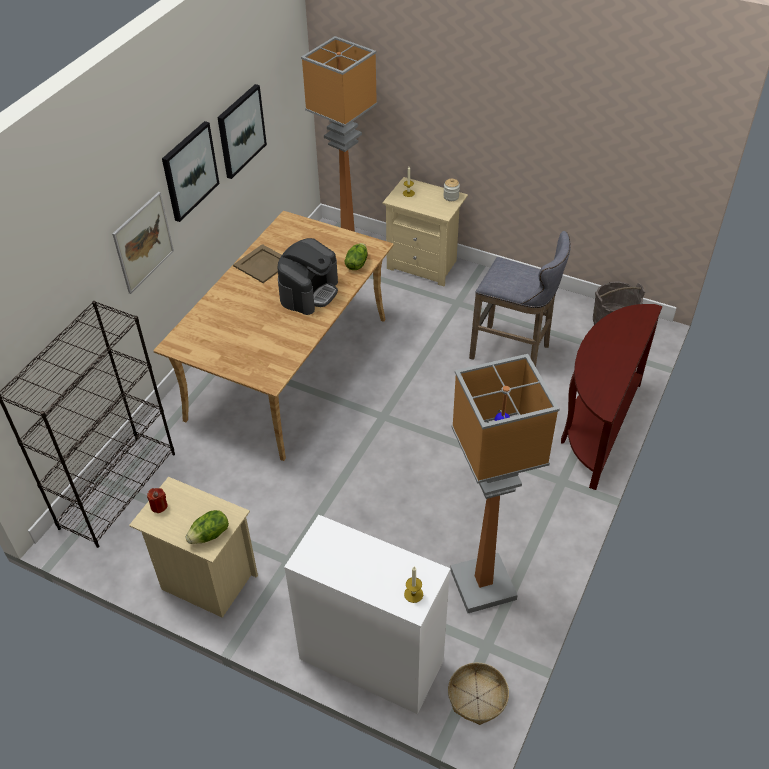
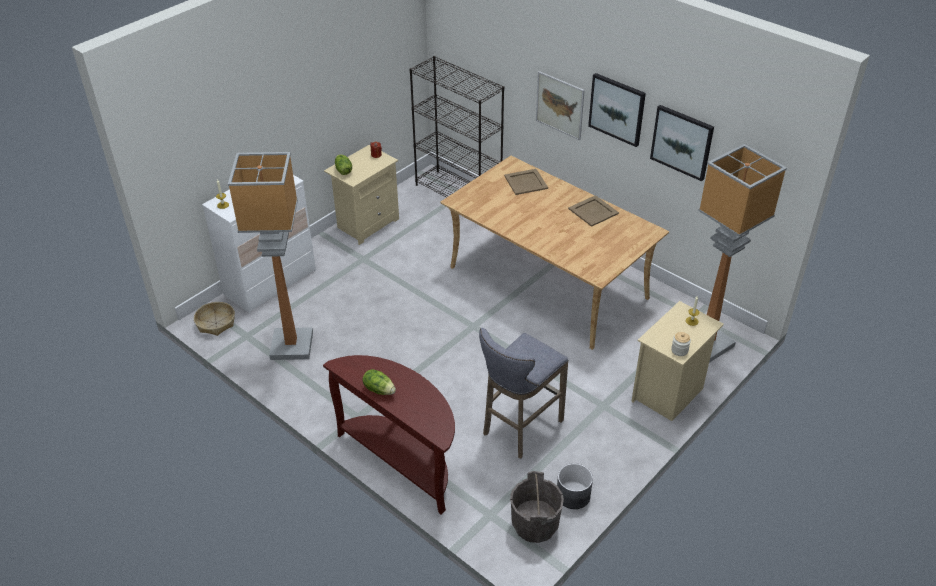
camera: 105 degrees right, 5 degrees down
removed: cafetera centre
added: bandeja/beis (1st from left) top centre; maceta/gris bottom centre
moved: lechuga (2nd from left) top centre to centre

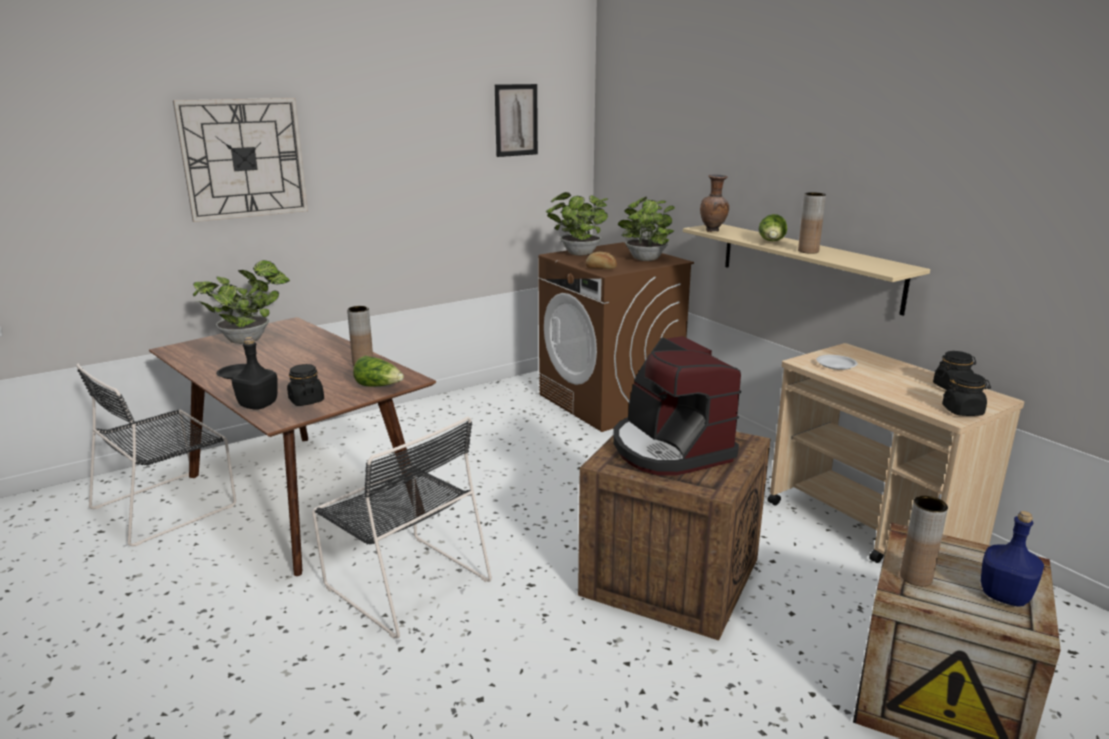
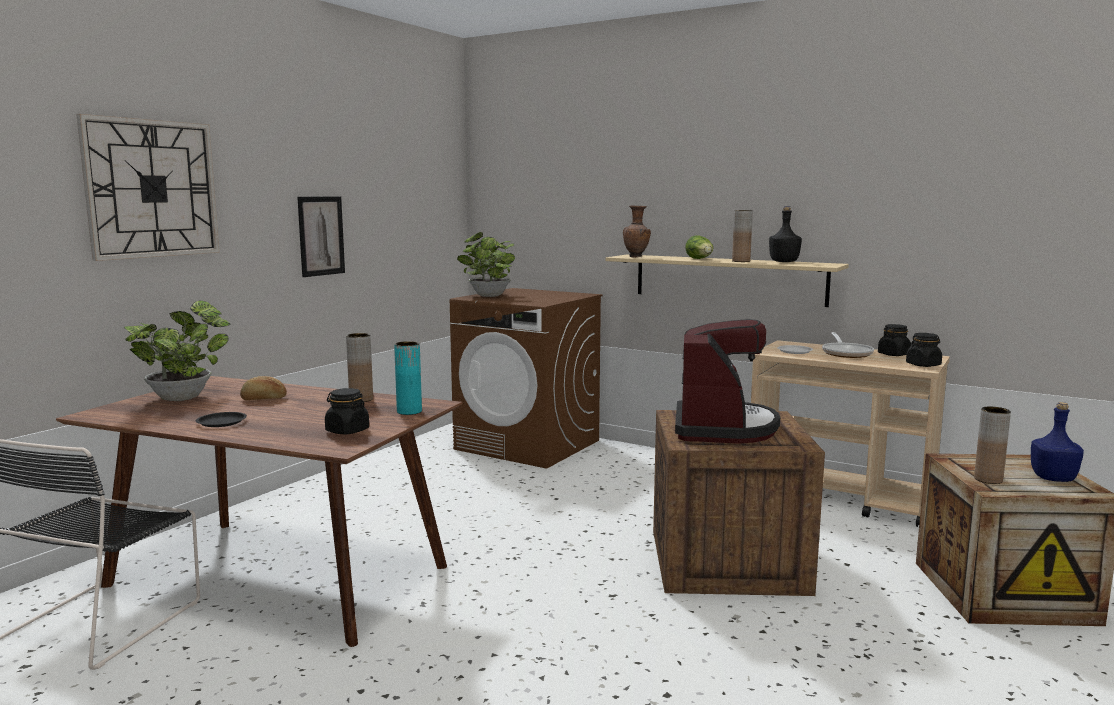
camera: 25 degrees left, 10 degrees down
removed: silla/negro (2nd from left) bottom centre; planta en maceta (3rd from left) top centre
added: sartén middle right
moved: pan centre to middle left; cuadro top centre to middle left; botella/negro middle left to top right
replaced: lechuga (1st from left) centre to florero/turquesa centre
turned: cafetera centre = centre 120 degrees counterclockwise

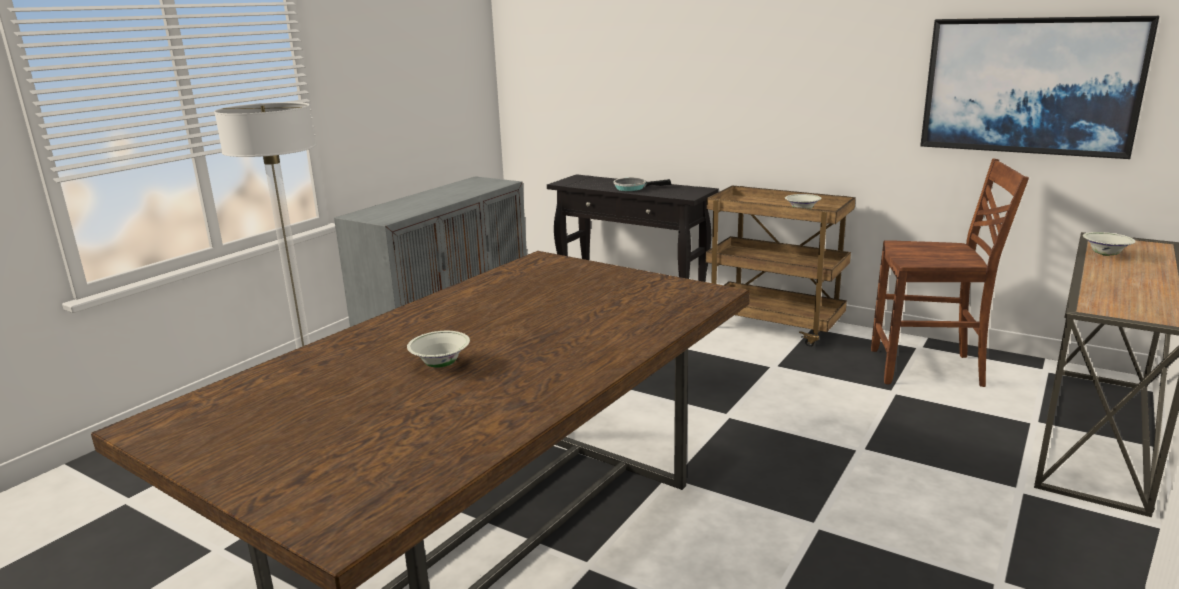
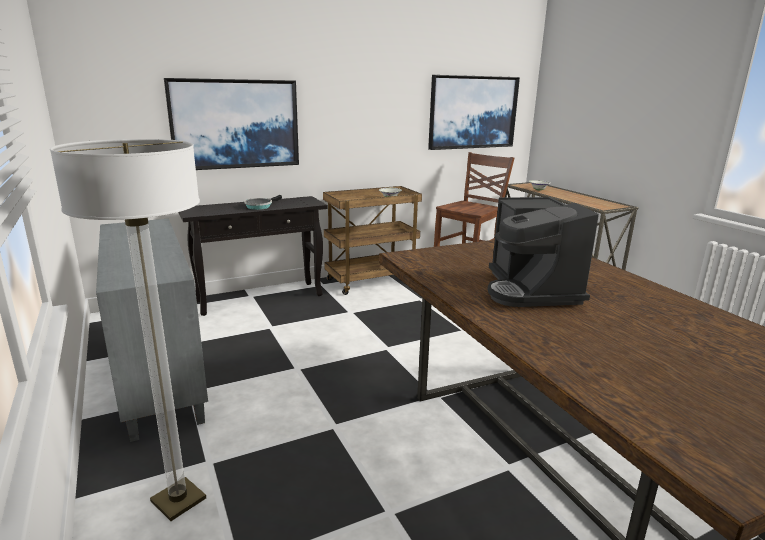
camera: 60 degrees left, 0 degrees up
removed: cuenco/blanco (1st from left) centre
added: cuadro (1st from left) top left; cafetera middle right

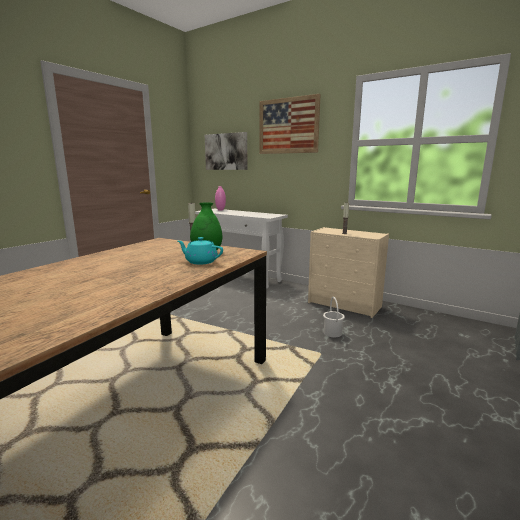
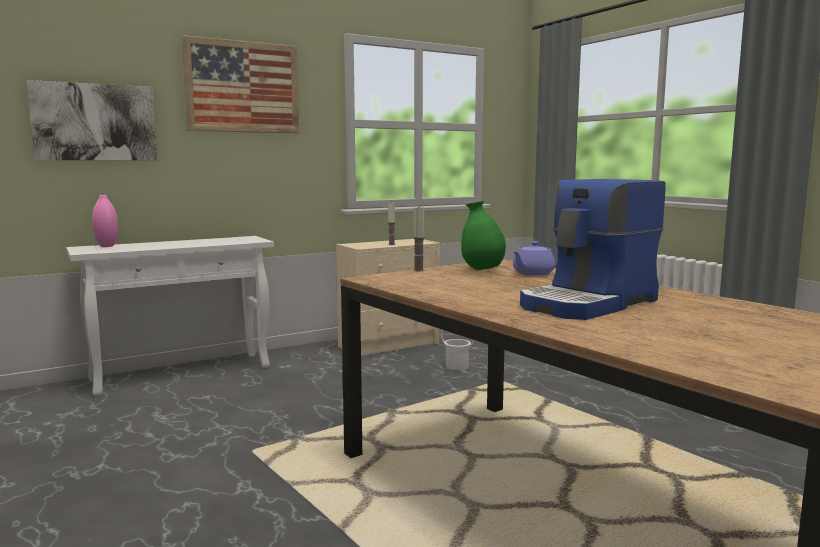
camera: 65 degrees left, 5 degrees down
added: cafetera middle right
recoloured: tetera/turquesa centre to tetera/morado centre

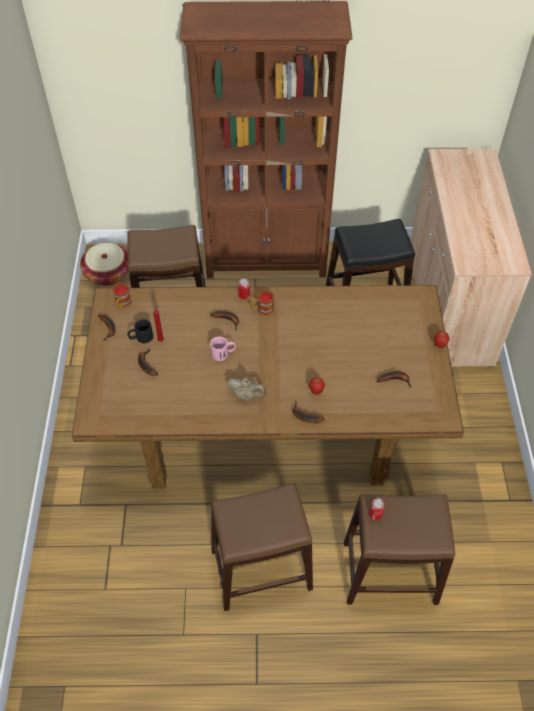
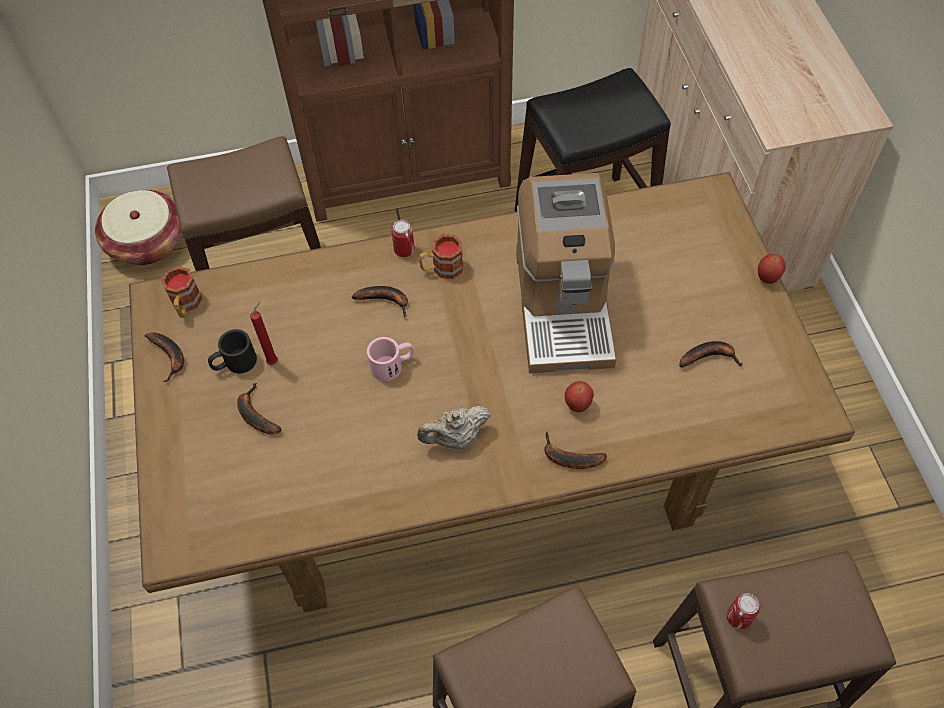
camera: 10 degrees left, 5 degrees up
added: cafetera centre
turned: tetera/beis centre = centre 150 degrees clockwise

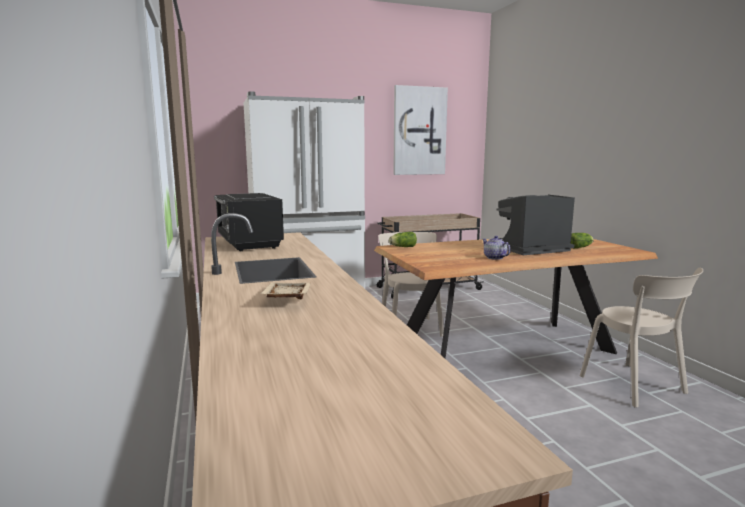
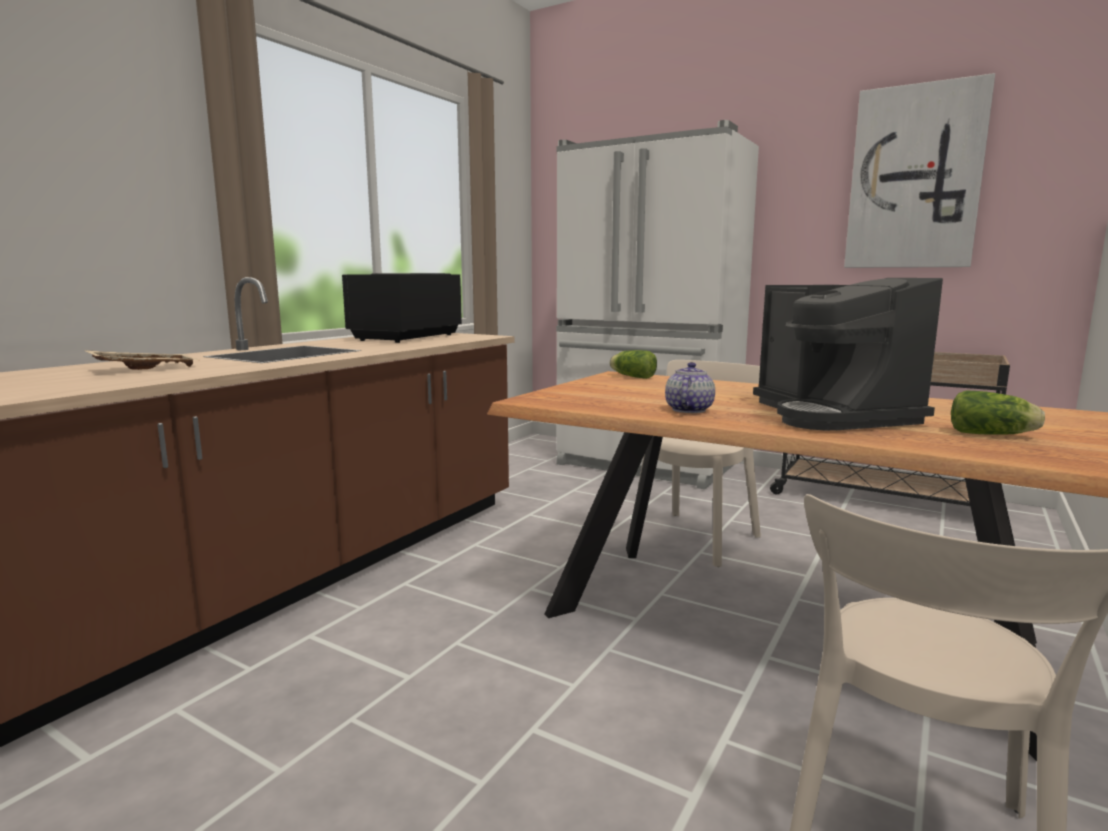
camera: 50 degrees right, 0 degrees up
turned: cafetera middle right = middle right 135 degrees counterclockwise

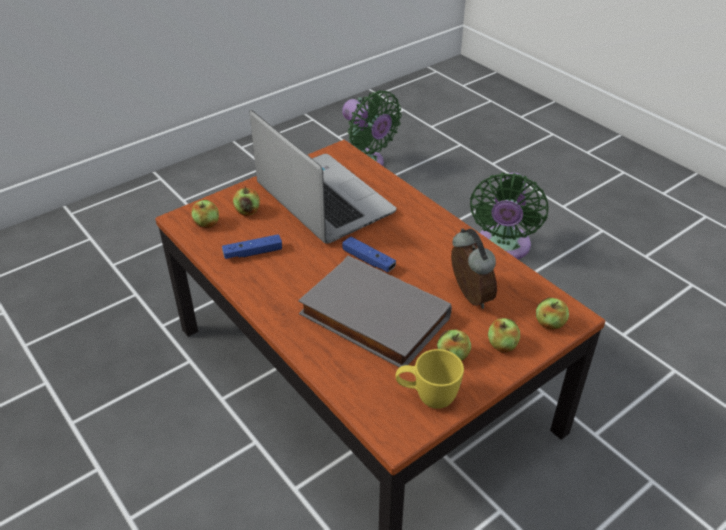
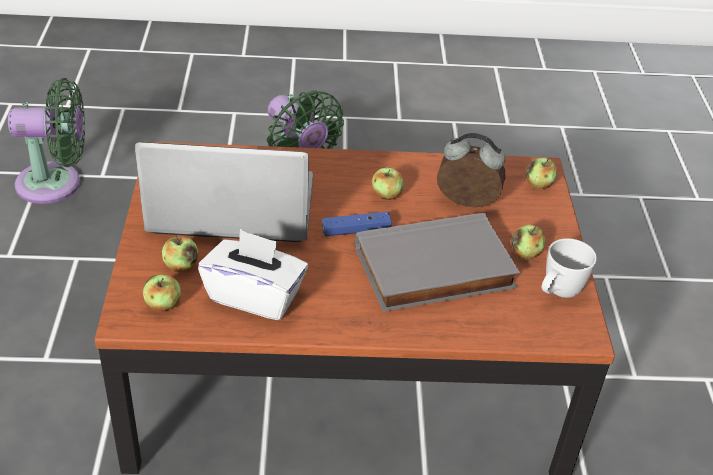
camera: 55 degrees left, 0 degrees up
moved: manzana (4th from left in the first image) middle right to manzana (3rd from left) centre
replaced: mando de consola/azul (1st from left) centre to caja de pañuelos/blanco centre
recoloured: taza grande/amarillo bottom centre to taza grande/blanco middle right

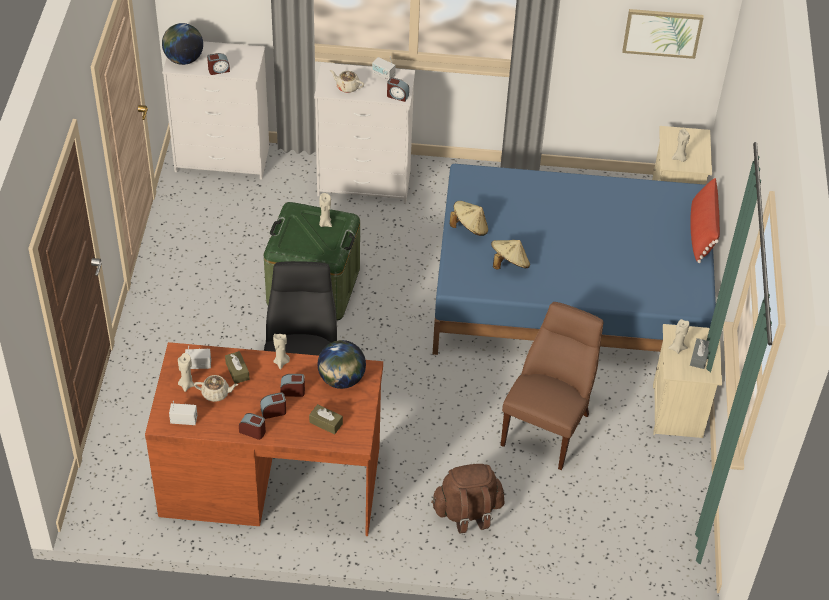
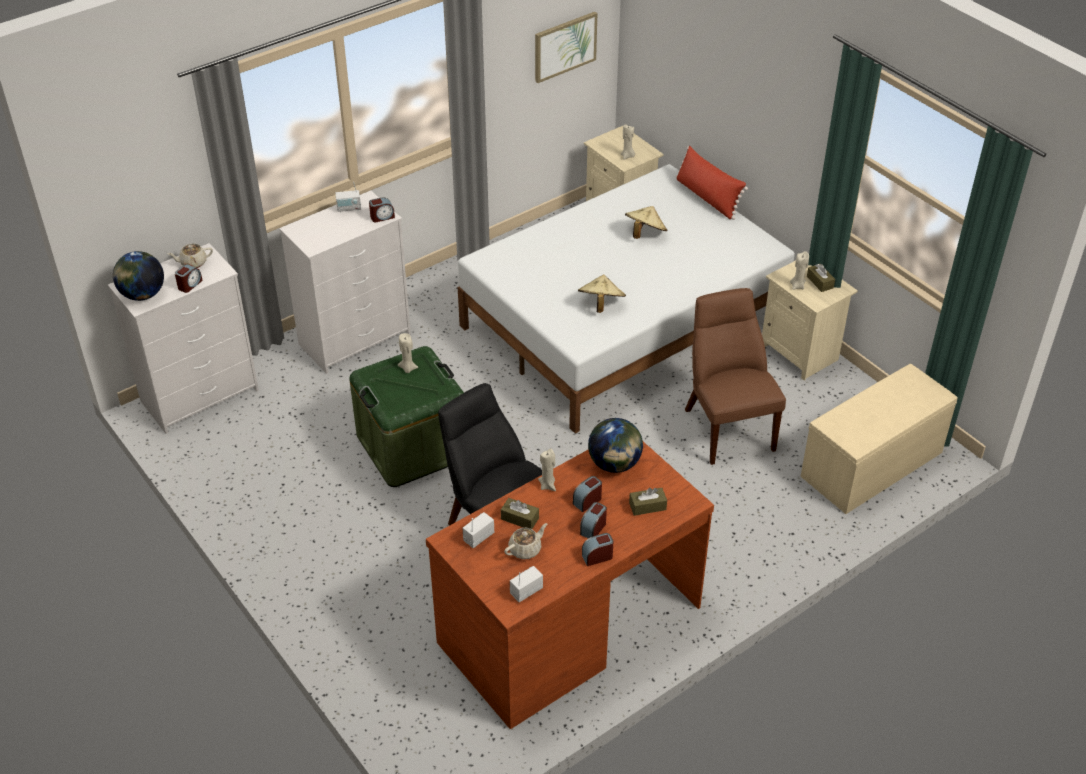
camera: 40 degrees left, 5 degrees down
removed: vela/beis (1st from left) middle left; mochila/marrón bottom centre
added: banco/beis middle right
moved: tetera/beis (2nd from left in the first image) top centre to tetera/beis (1st from left) top left; sombrero/beis (1st from left in the first image) centre to sombrero/beis (2nd from left) top centre
recoloured: cama/azul middle right to cama/blanco centre; caja de pañuelos/gris middle right to caja de pañuelos/marrón (3rd from left) middle right

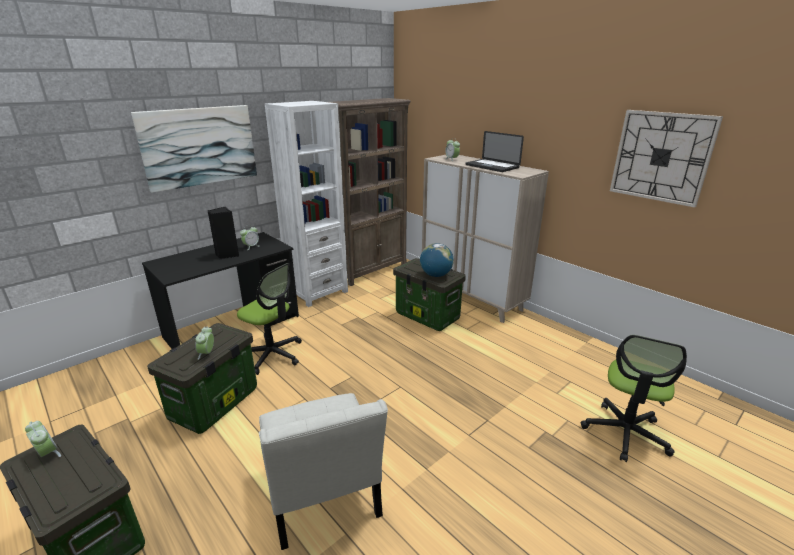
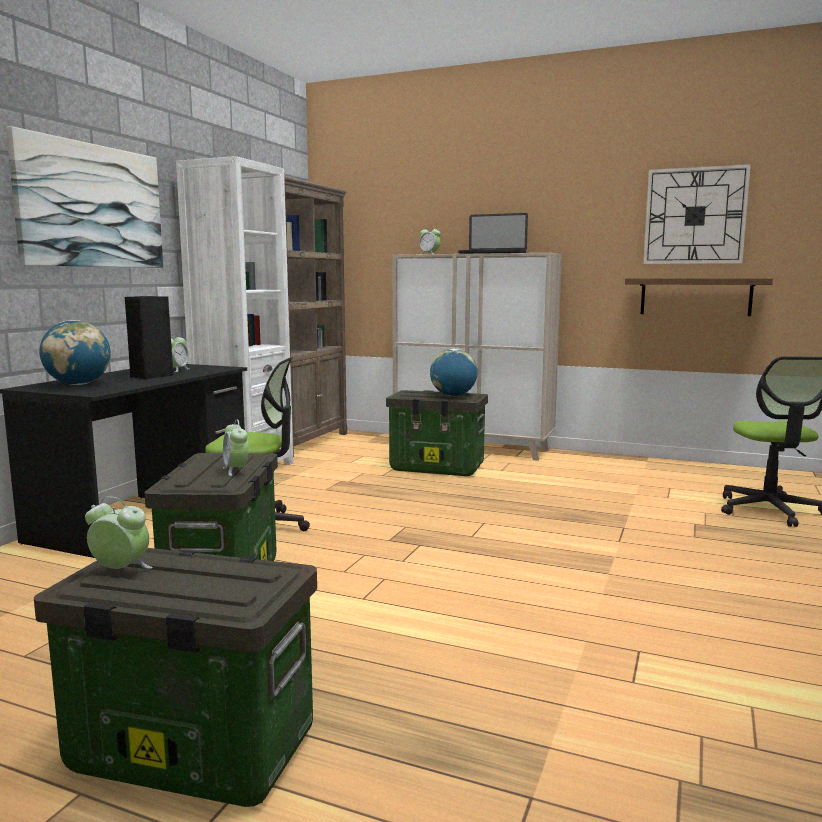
camera: 25 degrees left, 15 degrees down
removed: silla/blanco bottom centre
added: globo terráqueo (1st from left) middle left; estante middle right

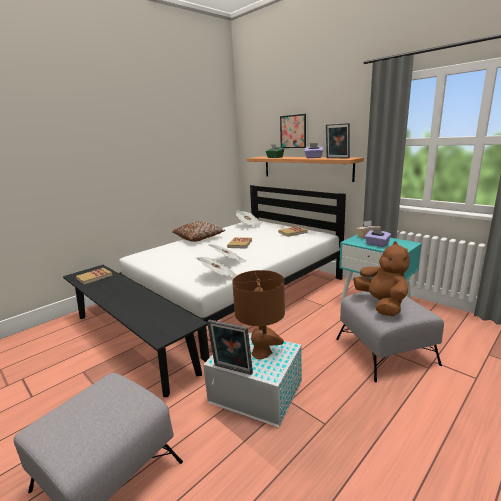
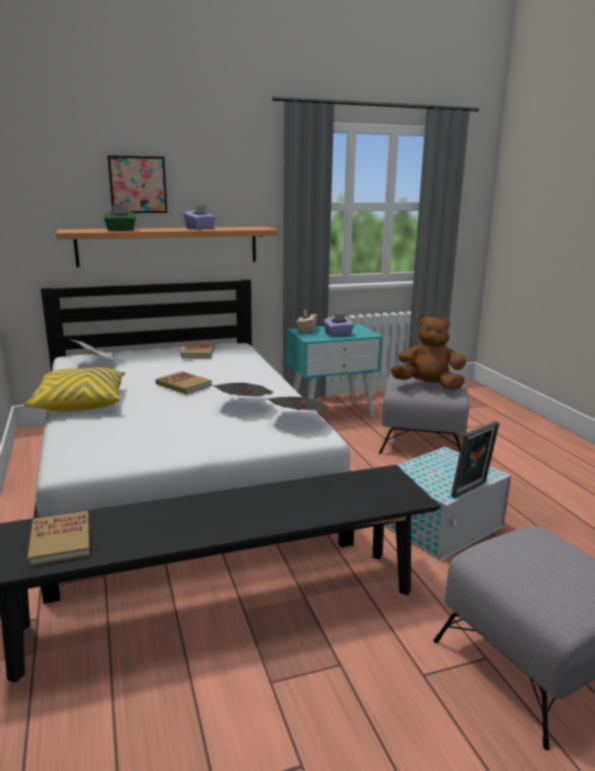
camera: 65 degrees left, 0 degrees up
removed: lámpara de mesa/marrón centre; portarretratos (2nd from left) top right
recoloured: cojín/marrón centre to cojín/amarillo middle left

